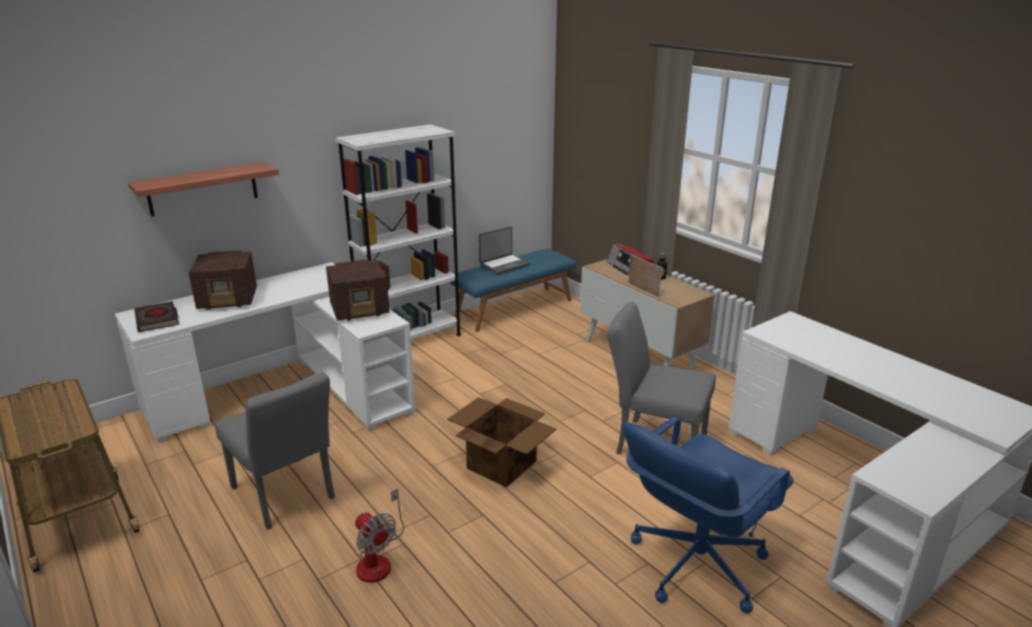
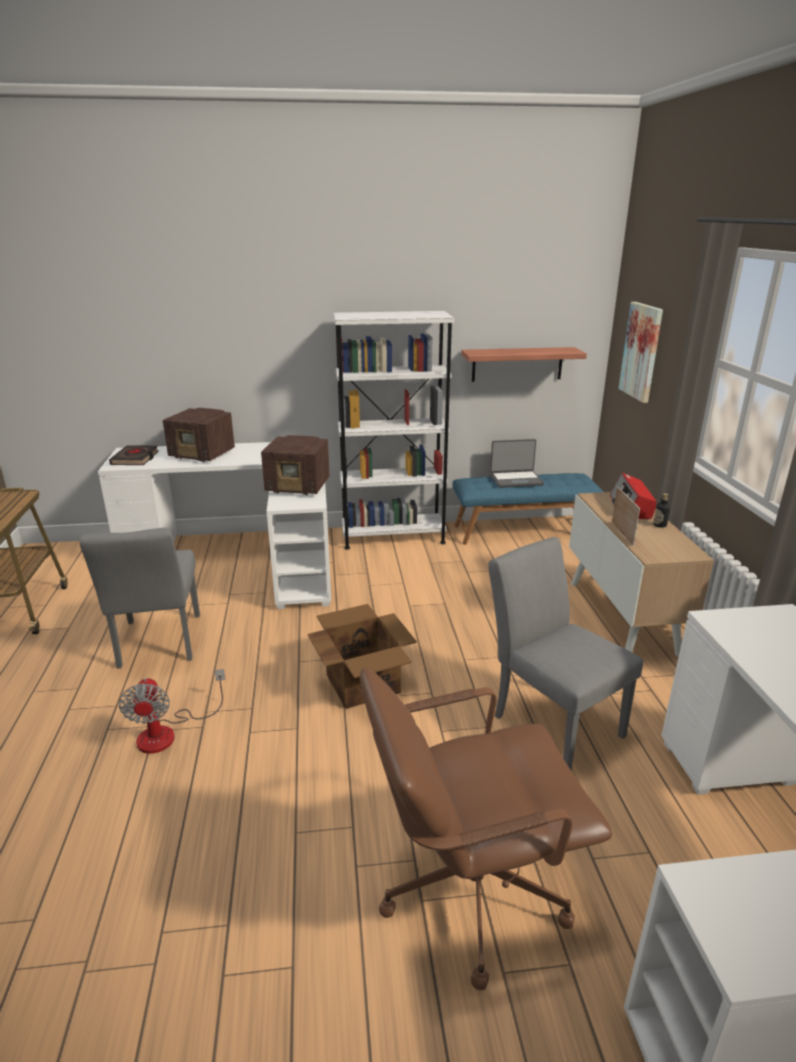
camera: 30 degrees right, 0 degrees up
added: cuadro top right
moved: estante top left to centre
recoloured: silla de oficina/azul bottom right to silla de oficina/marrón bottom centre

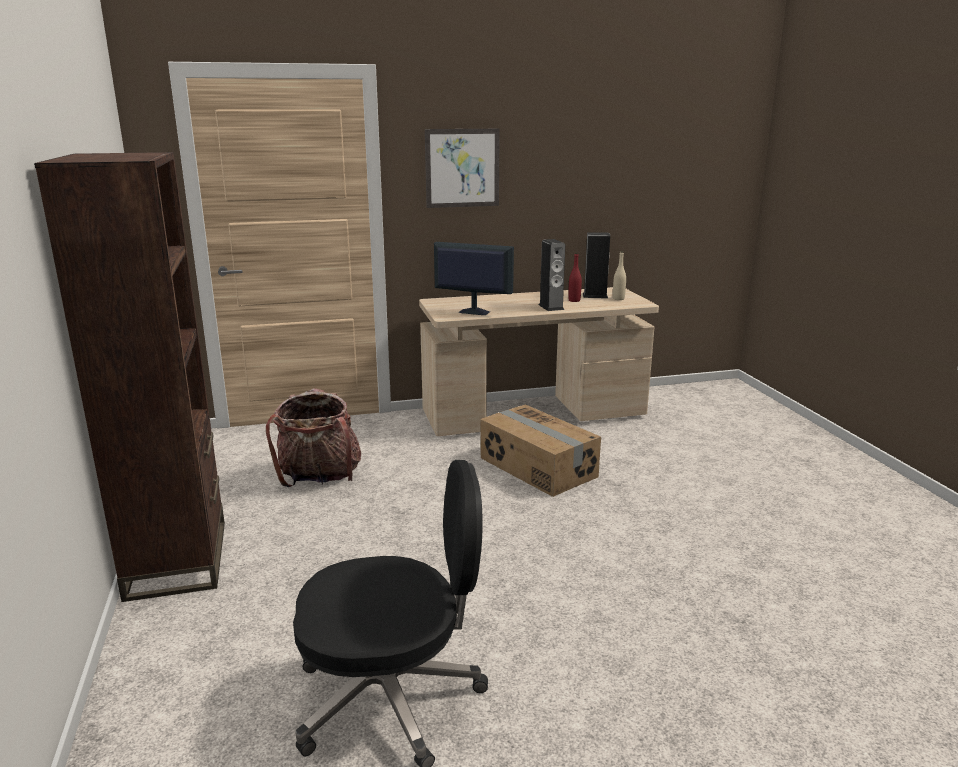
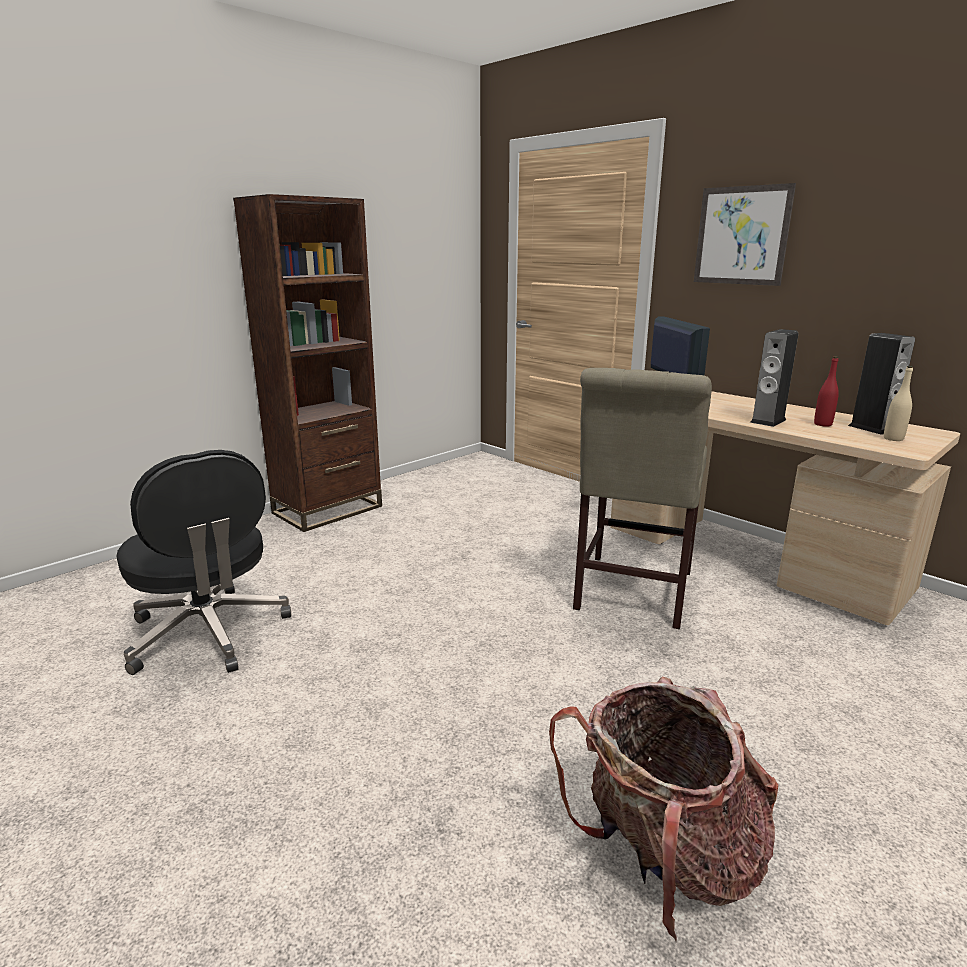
camera: 60 degrees right, 0 degrees up
moved: mochila middle left to bottom right
replaced: caja de cartón centre to silla/beis centre

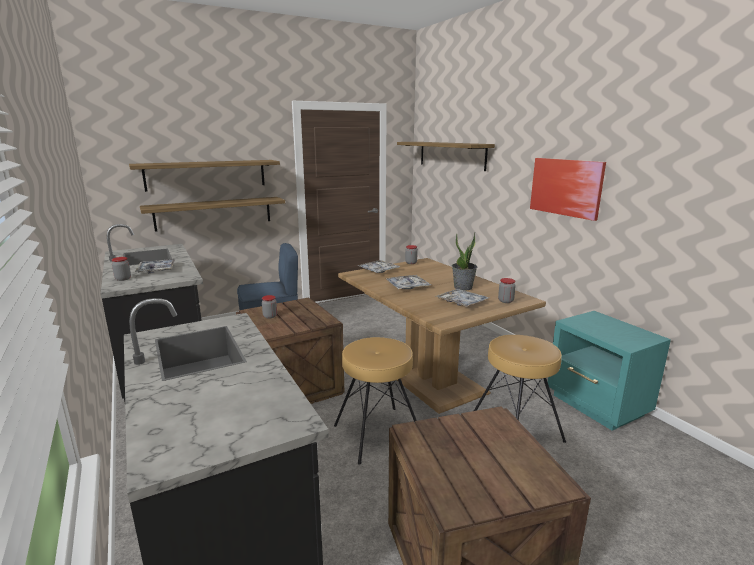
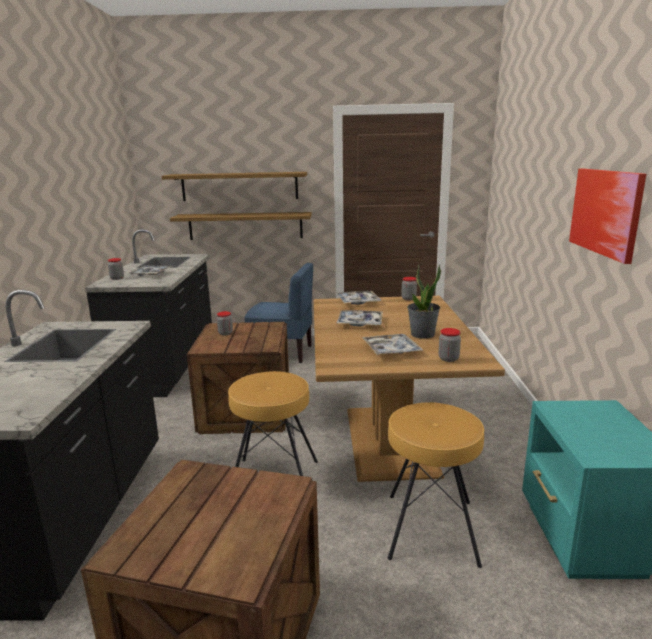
camera: 30 degrees right, 0 degrees up
removed: estante (3rd from left) top centre

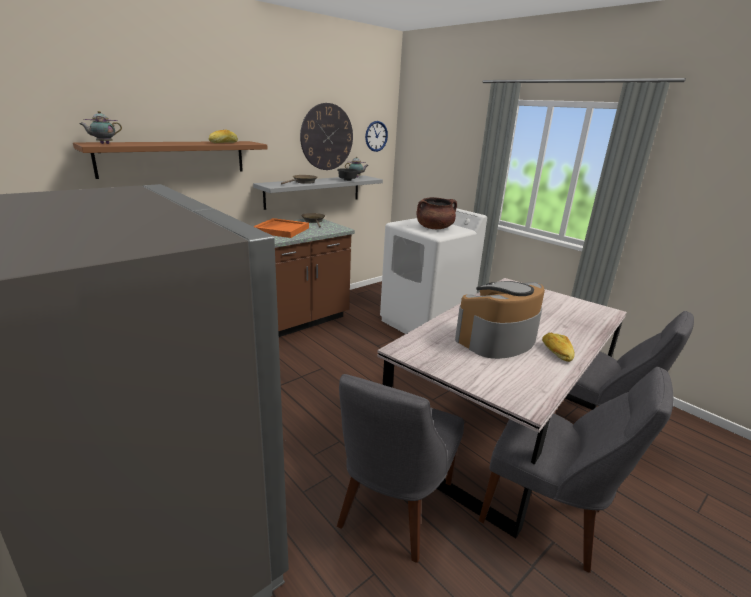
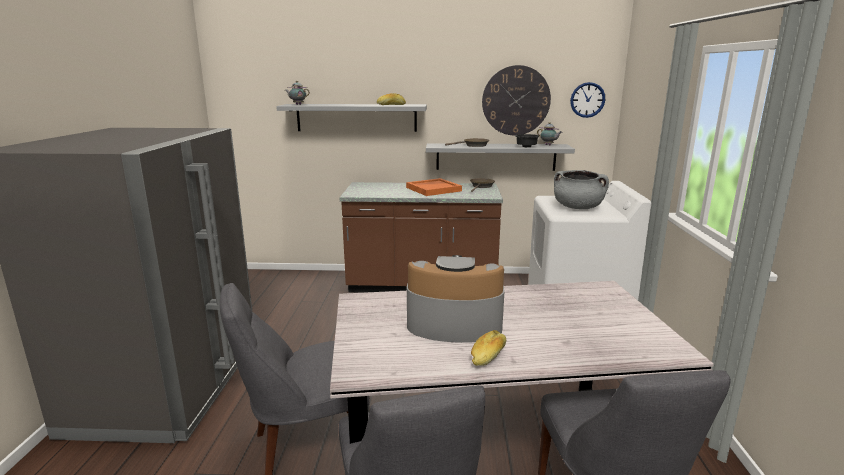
camera: 45 degrees right, 5 degrees down
recoloured: estante/marrón top left to estante/gris (1st from left) top centre; olla/marrón centre to olla/gris middle right

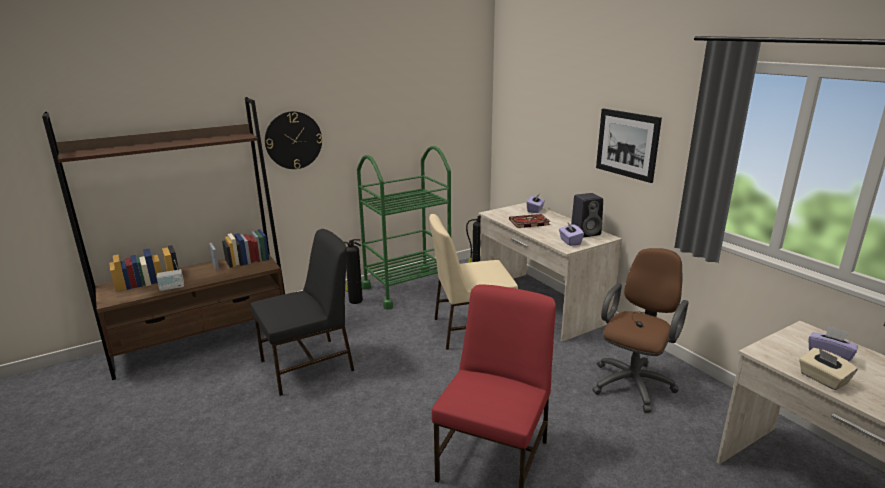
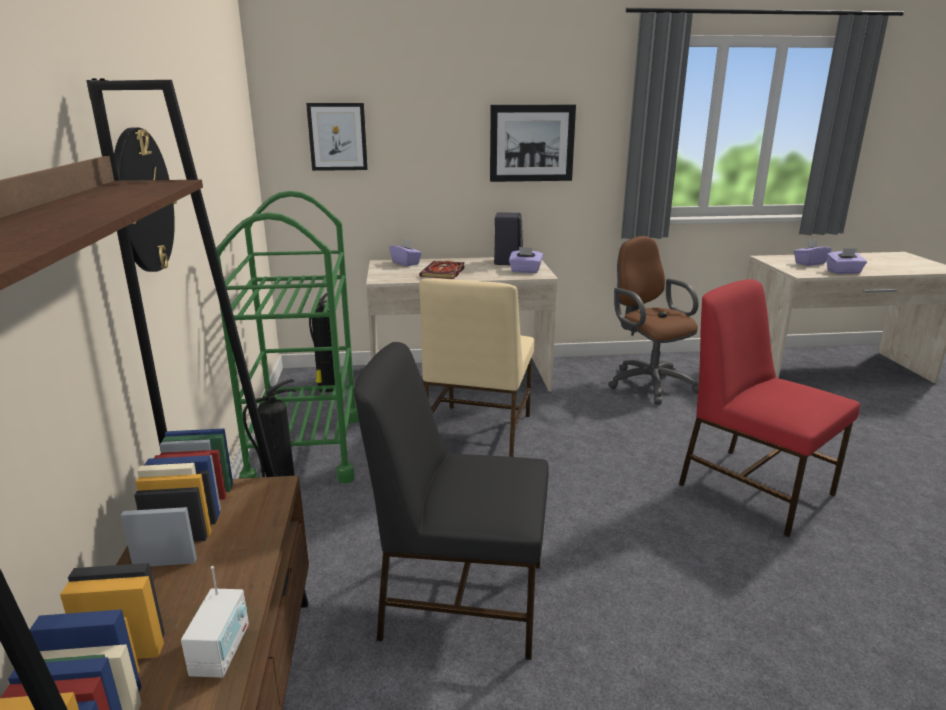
camera: 65 degrees left, 0 degrees up
added: cuadro (1st from left) top centre
recoloured: caja de pañuelos/beis bottom right to caja de pañuelos/morado (4th from left) middle right
turned: silla/negro centre = bottom centre 75 degrees counterclockwise

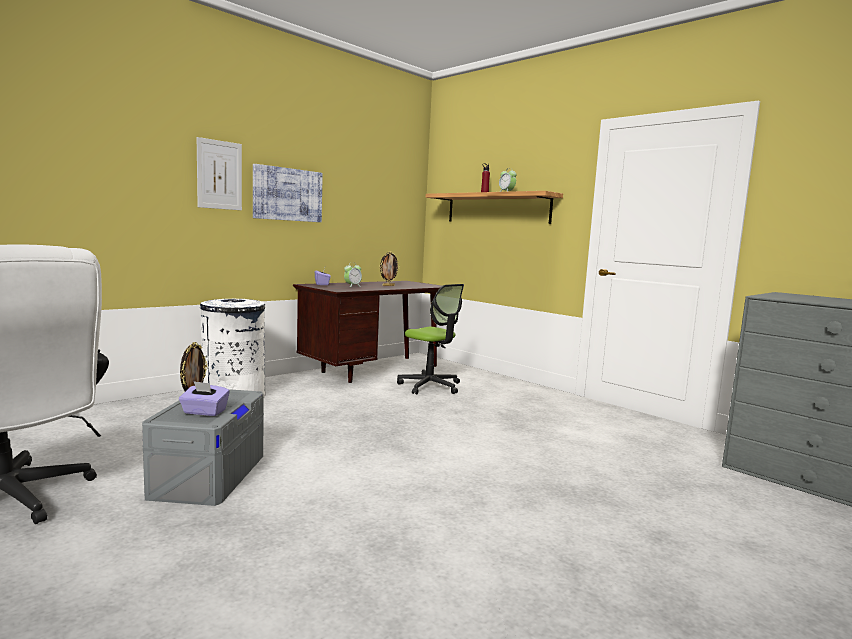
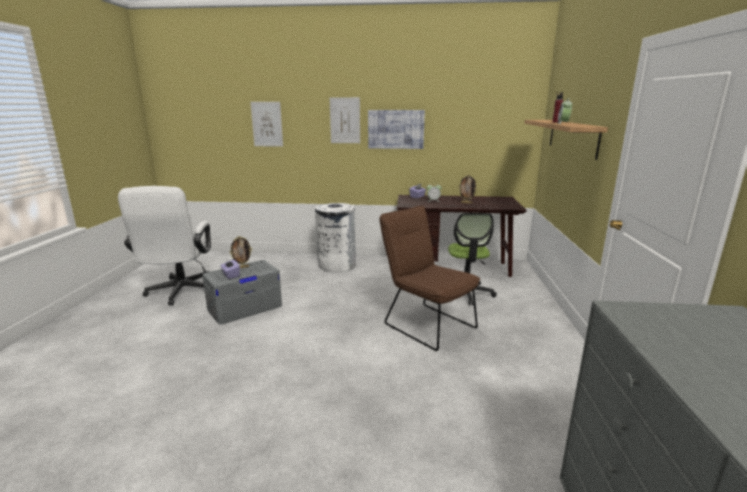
camera: 50 degrees right, 10 degrees up
added: cuadro (1st from left) top centre; silla/marrón centre

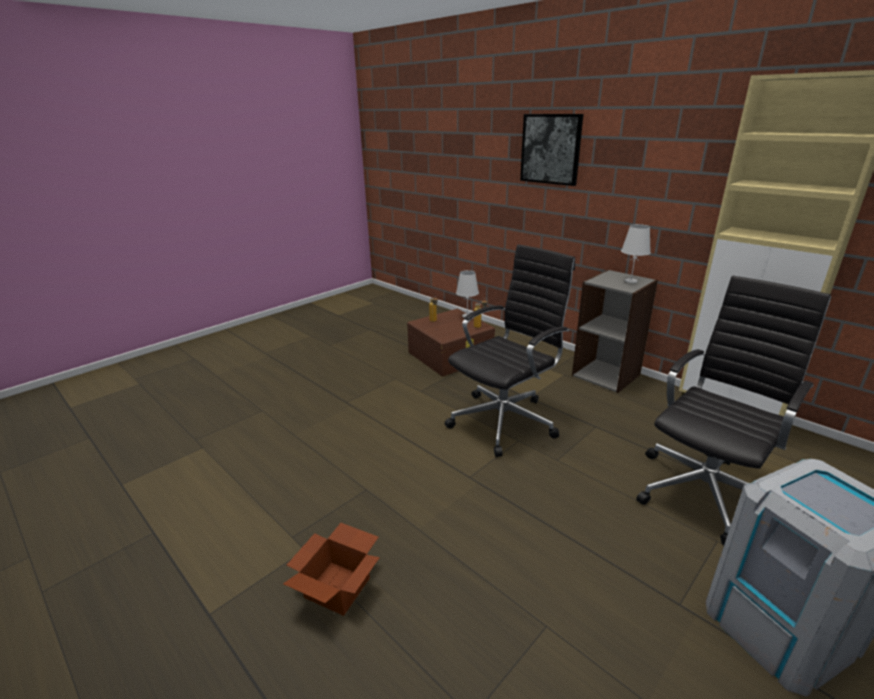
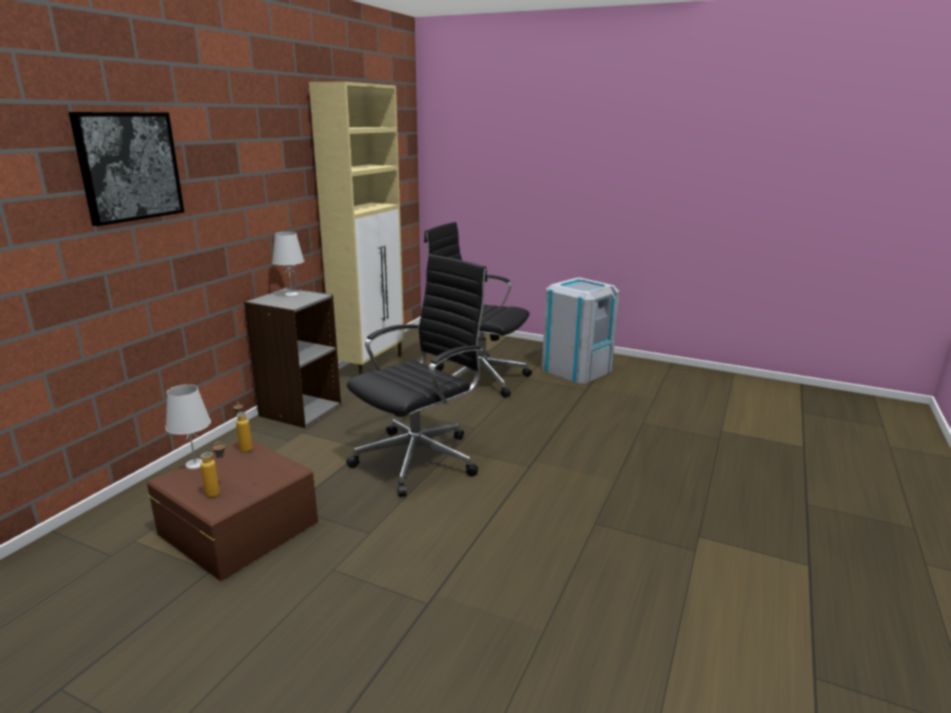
camera: 110 degrees left, 5 degrees down
removed: caja de cartón bottom centre
turned: silla de oficina/negro (1st from left) centre = centre 105 degrees clockwise

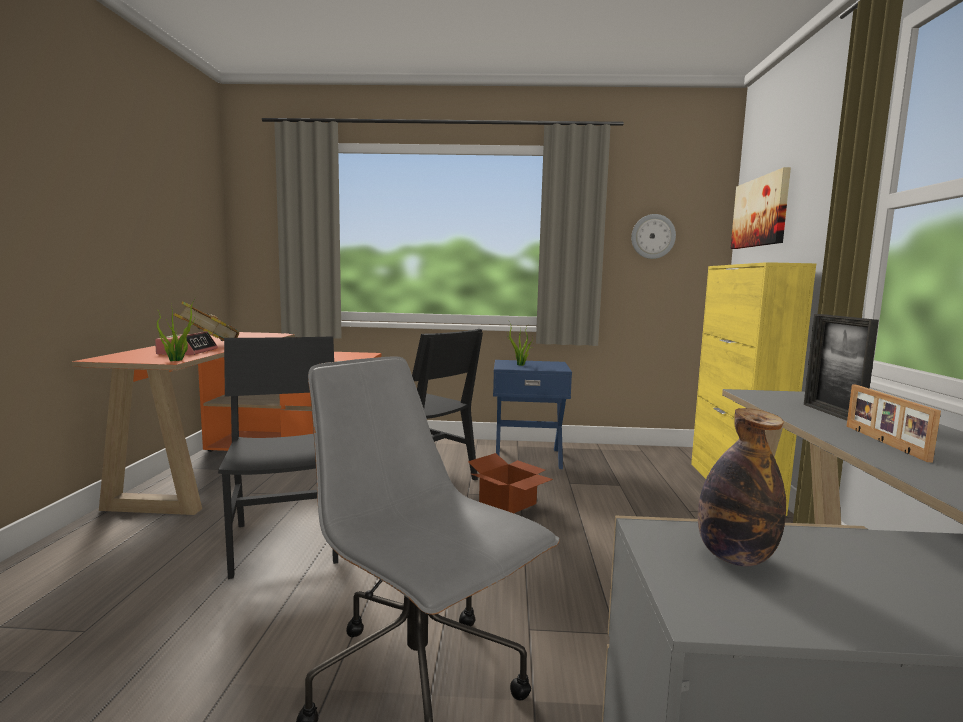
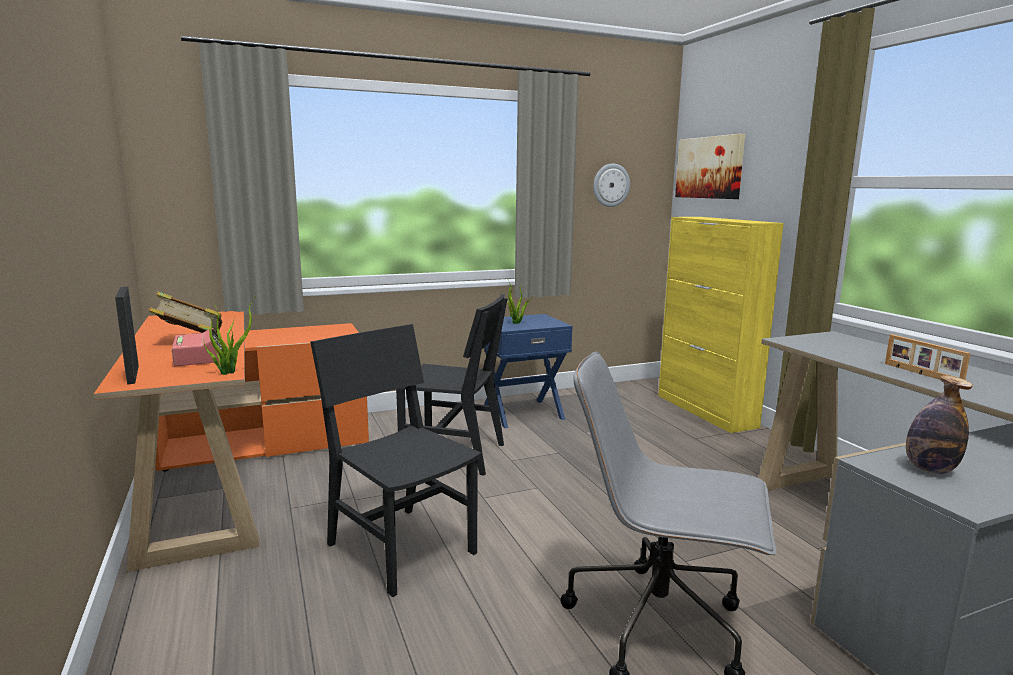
camera: 25 degrees left, 5 degrees up
removed: caja de cartón bottom centre
moved: portarretratos (1st from left) middle right to middle left

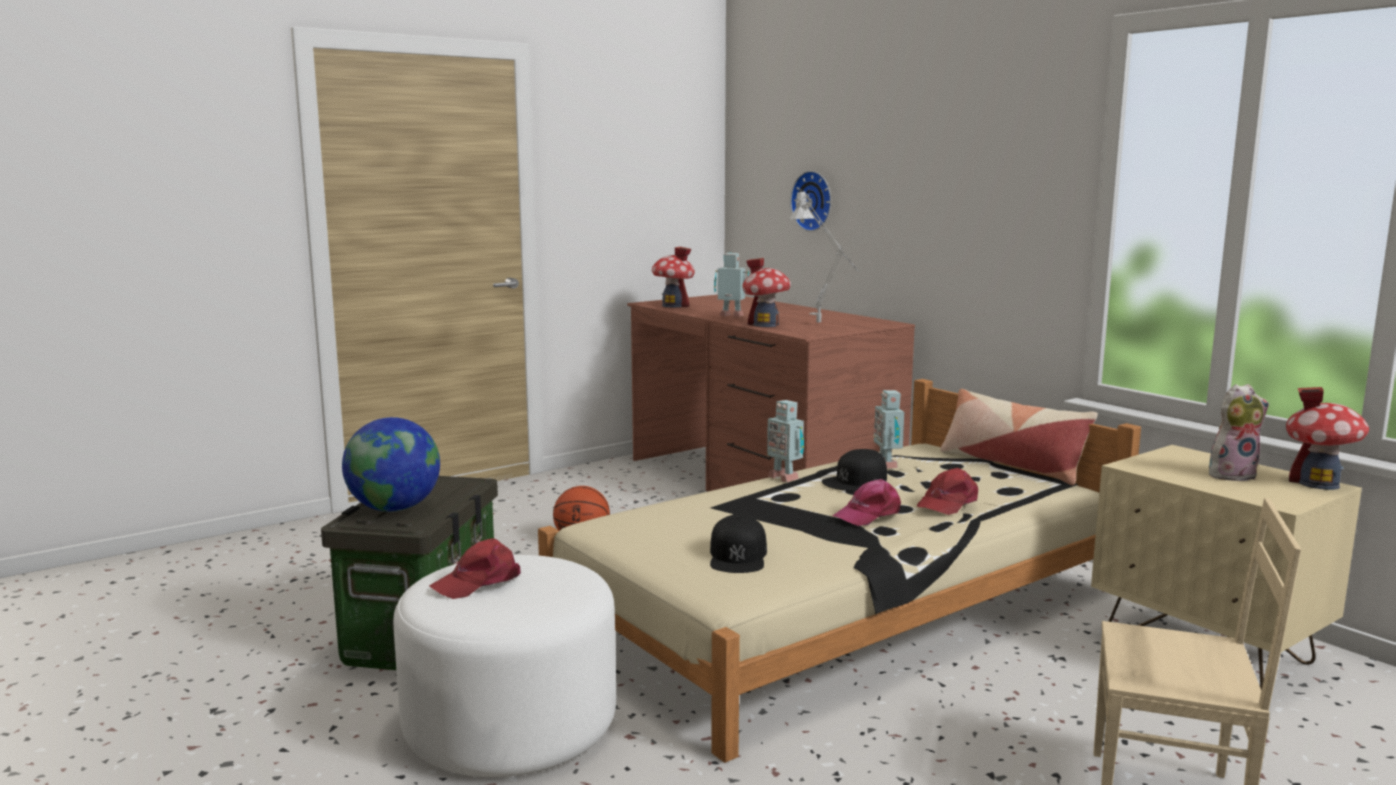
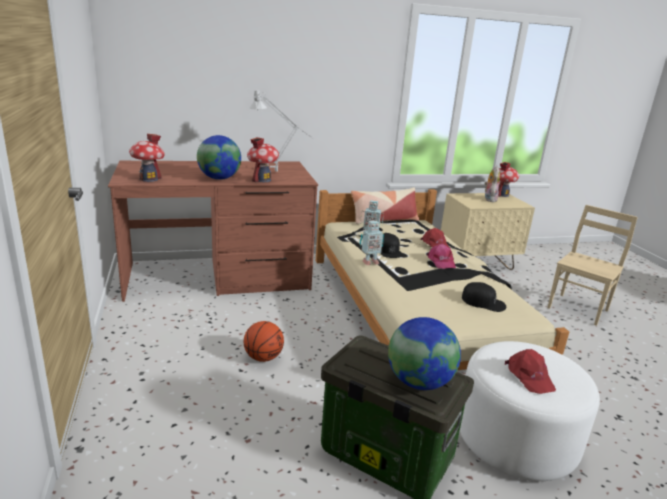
camera: 70 degrees left, 10 degrees up
removed: reloj de pared top centre
replaced: robot de juguete (1st from left) centre to globo terráqueo (1st from left) top left

